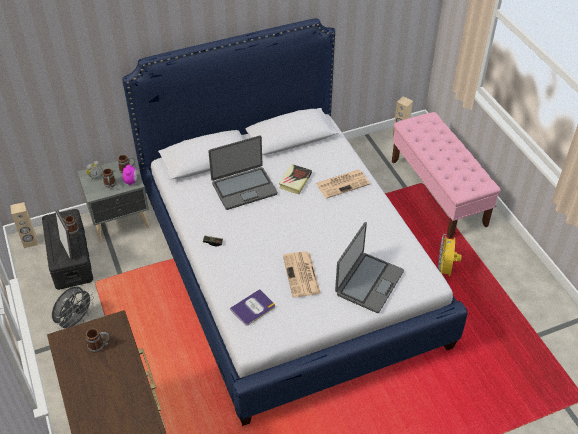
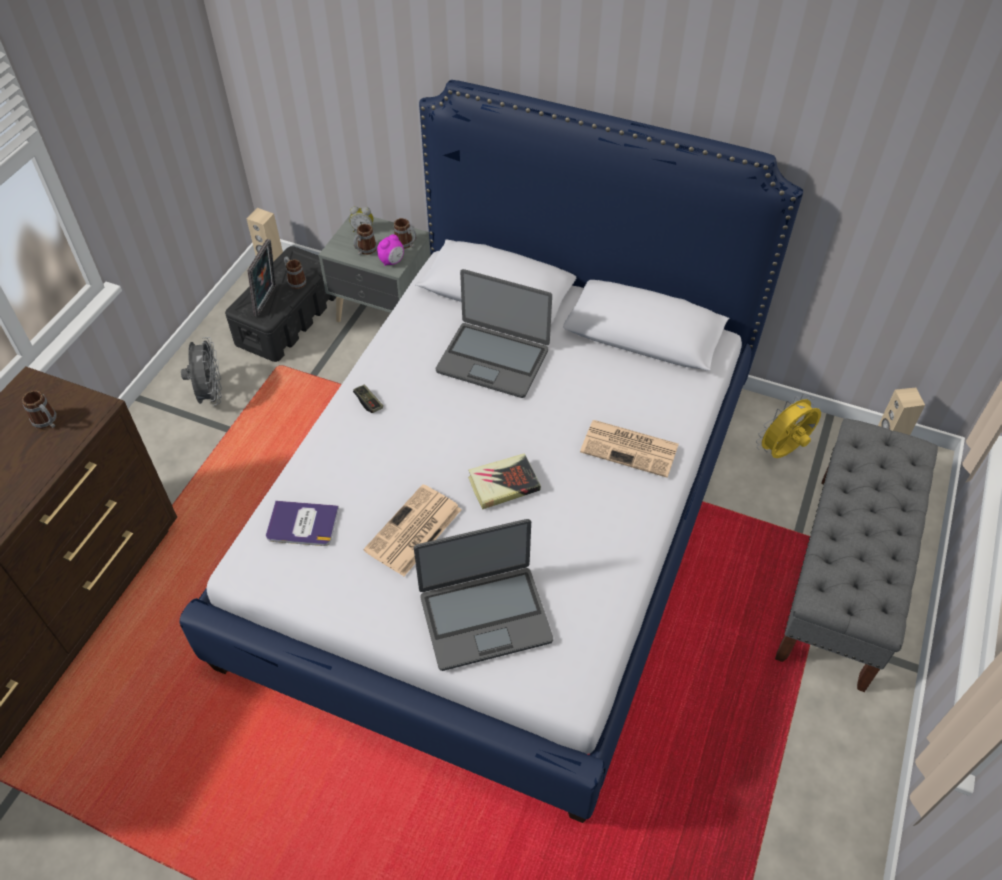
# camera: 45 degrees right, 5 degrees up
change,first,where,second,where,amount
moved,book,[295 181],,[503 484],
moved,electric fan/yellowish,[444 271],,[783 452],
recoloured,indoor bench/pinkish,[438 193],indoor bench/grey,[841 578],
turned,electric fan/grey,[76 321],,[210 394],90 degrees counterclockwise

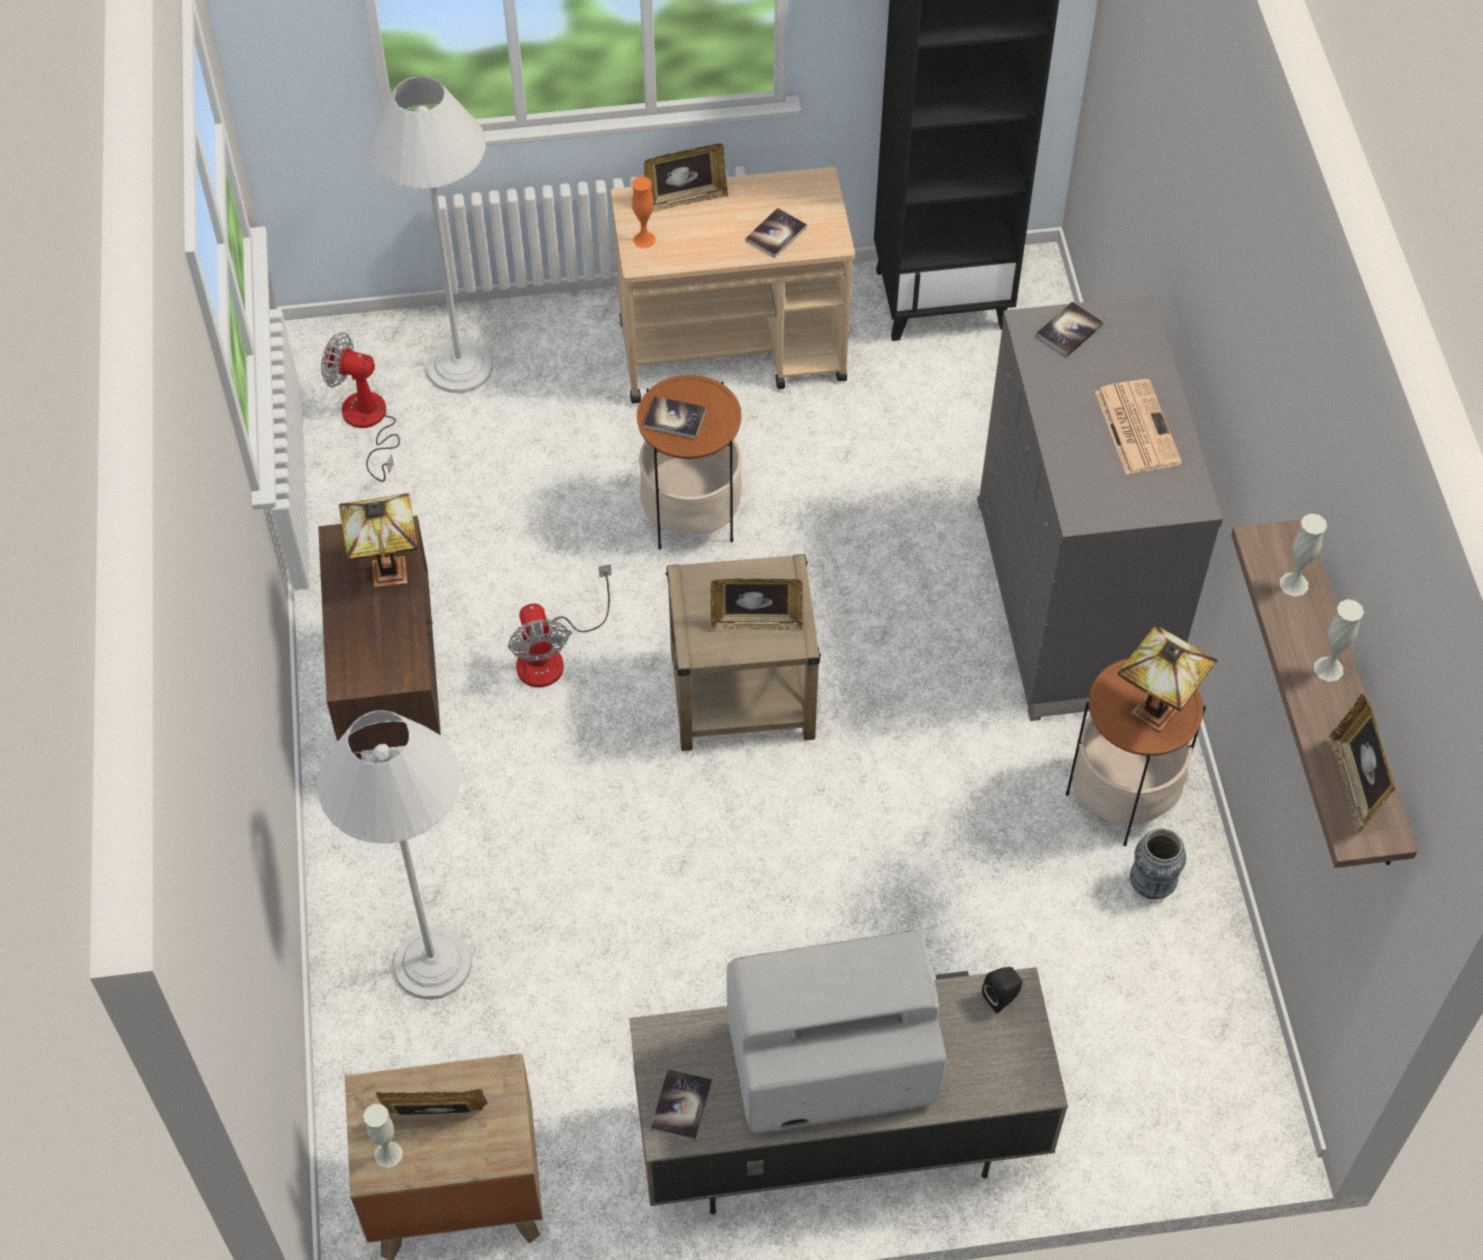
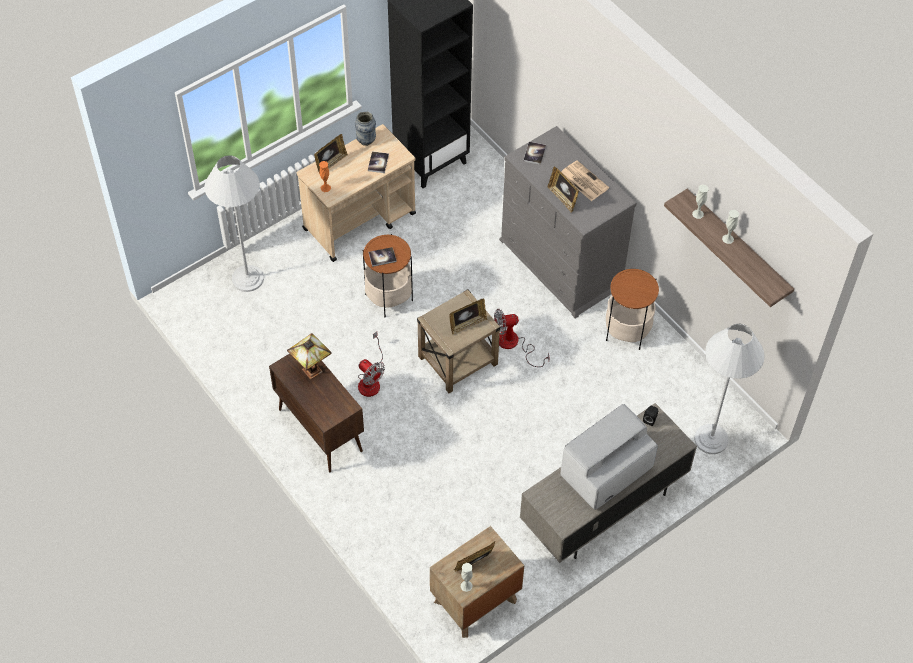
# camera: 30 degrees left, 0 degrees up
change,first,where,second,where,amount
removed,book,[681 1105],,,
removed,table lamp,[1154 709],,,
moved,standing lamp/white-coloured,[432 963],,[711 439],
moved,electric fan,[368 423],,[514 345],
moved,decorative vase,[1151 885],,[366 140],
moved,standing frame,[1354 785],,[562 198],

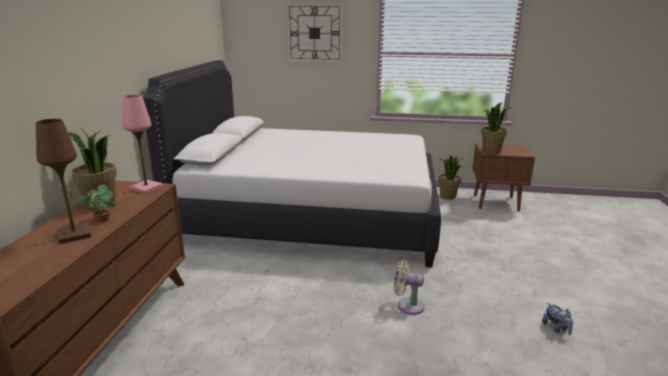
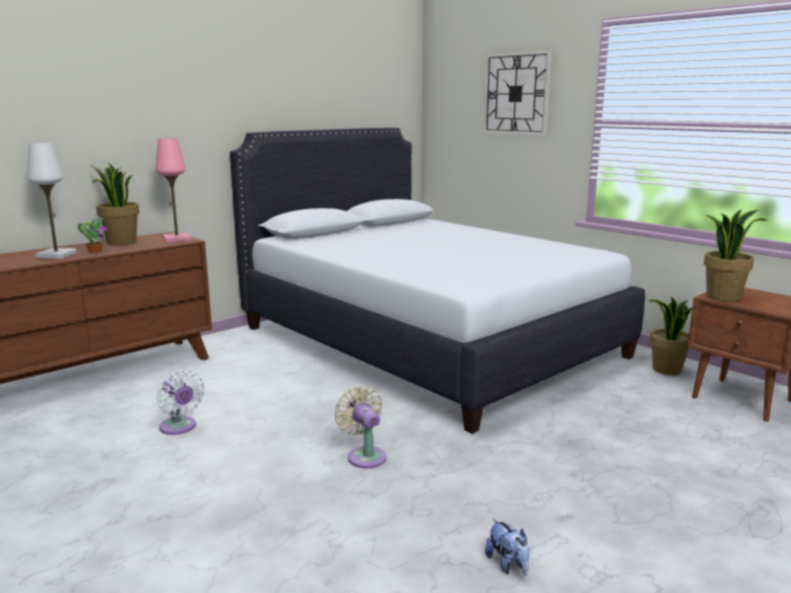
# camera: 40 degrees right, 5 degrees down
change,first,where,second,where,amount
added,,,electric fan/white-coloured,[179 428],
recoloured,table lamp/brown-coloured,[74 235],table lamp/white-coloured,[56 255],
turned,plush toy,[556 328],,[508 565],45 degrees counterclockwise

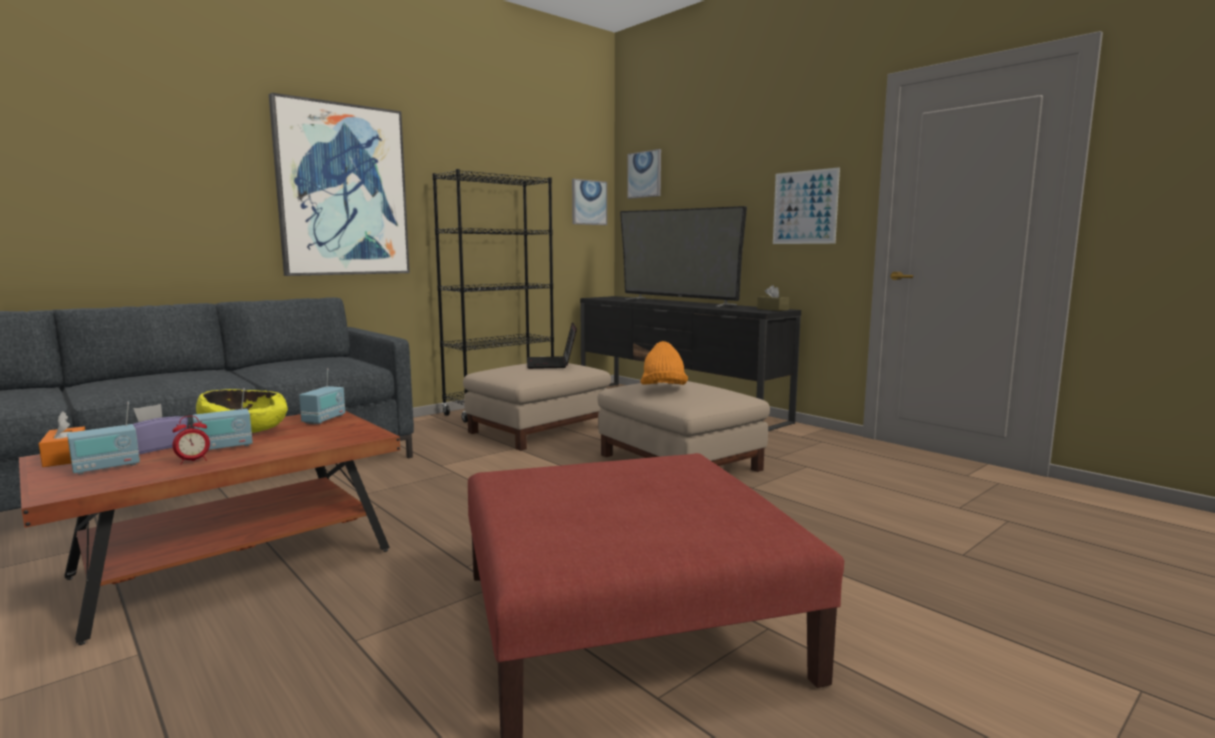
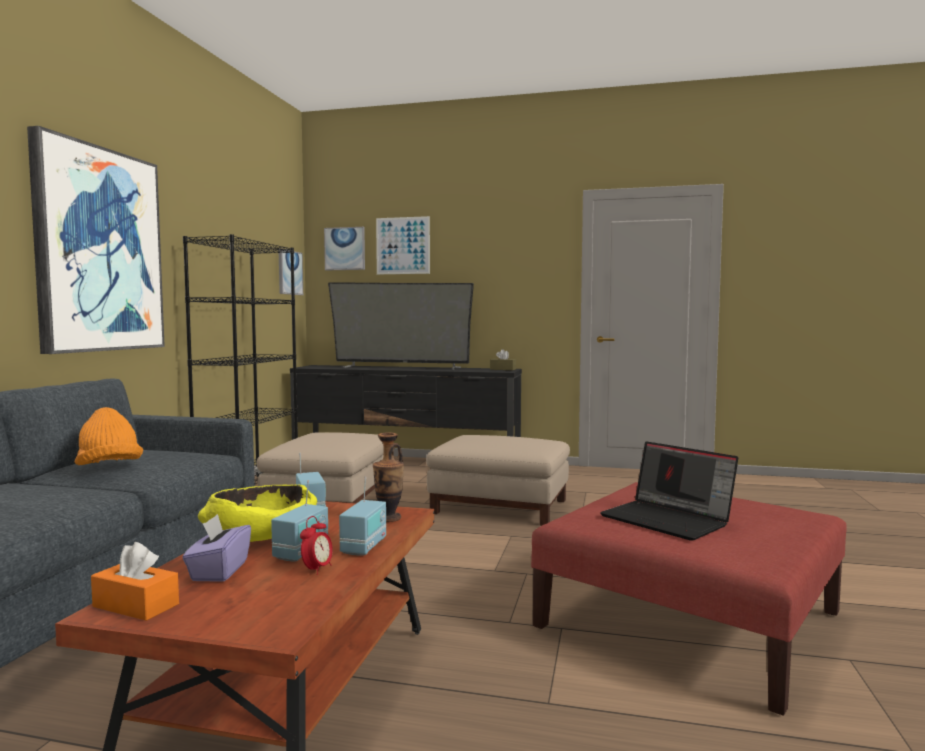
# camera: 35 degrees left, 5 degrees down
change,first,where,second,where,amount
added,,,decorative vase,[389 518],
moved,radio,[106 468],,[364 546],
moved,laptop,[552 364],,[669 520],
moved,clothing hat/orangey,[663 389],,[109 468],
moved,wall art,[804 207],,[403 245],

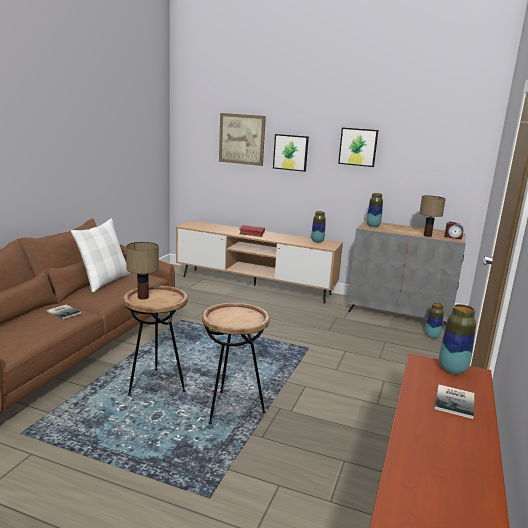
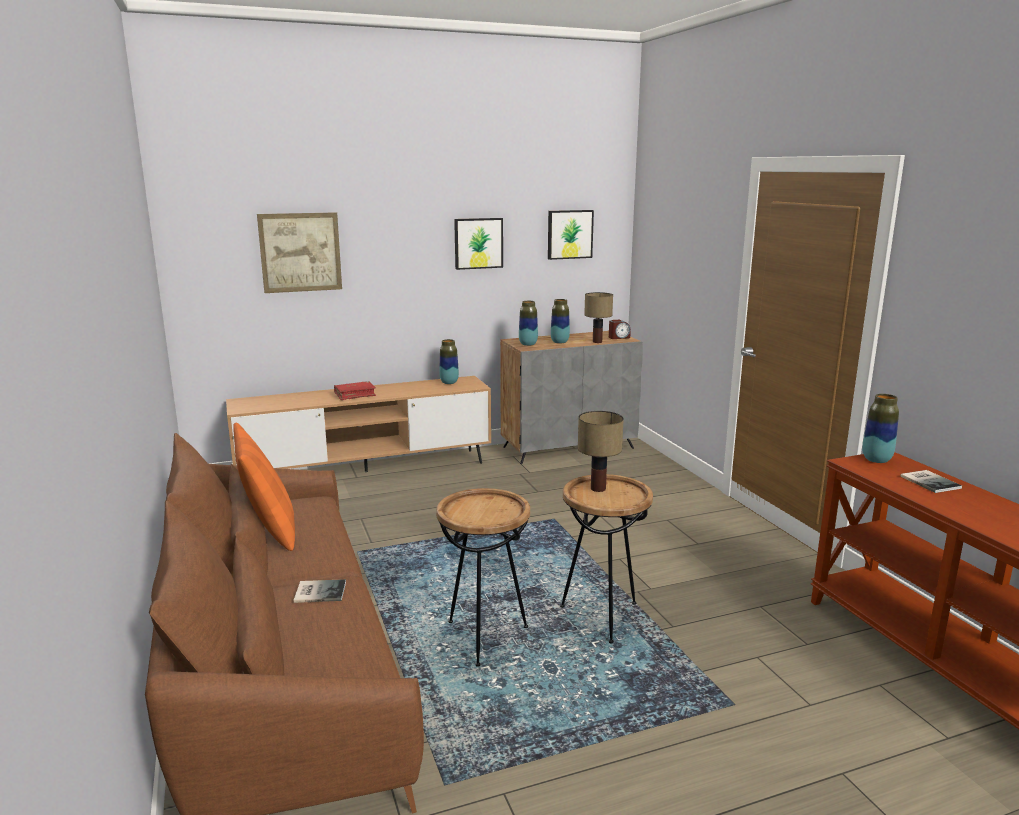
# camera: 40 degrees left, 0 degrees up
change,first,where,second,where,amount
moved,table lamp,[143 297],,[598 489],
moved,wall art,[291 152],,[569 234],
moved,decorative vase,[432 336],,[559 342],
recoloured,throw pillow/white-coloured,[104 281],throw pillow/orangey,[269 530],

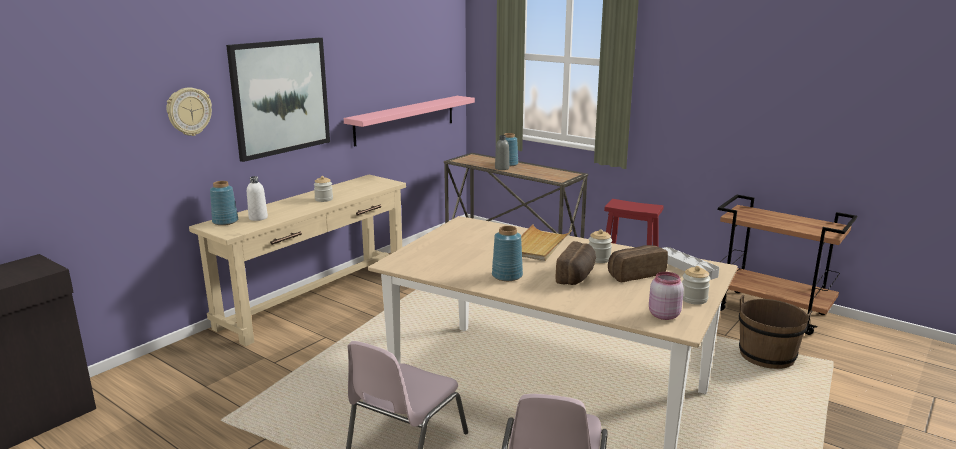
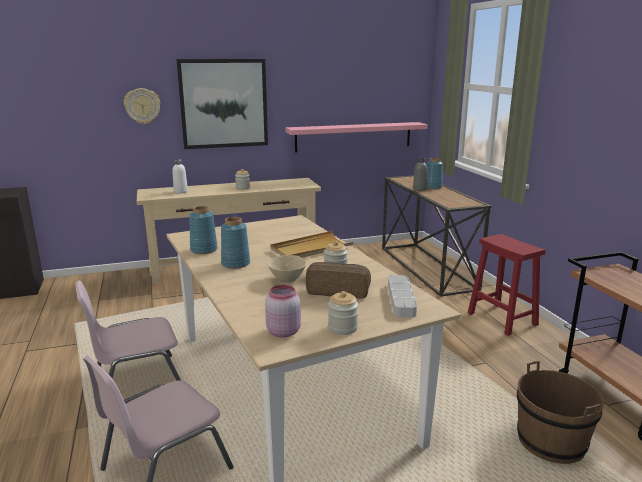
# camera: 35 degrees right, 0 degrees up
change,first,where,second,where,amount
moved,decorative vase/blue-coloured,[225 221],,[204 250],
replaced,baked bread,[577 276],serving bowl/beige,[286 279],

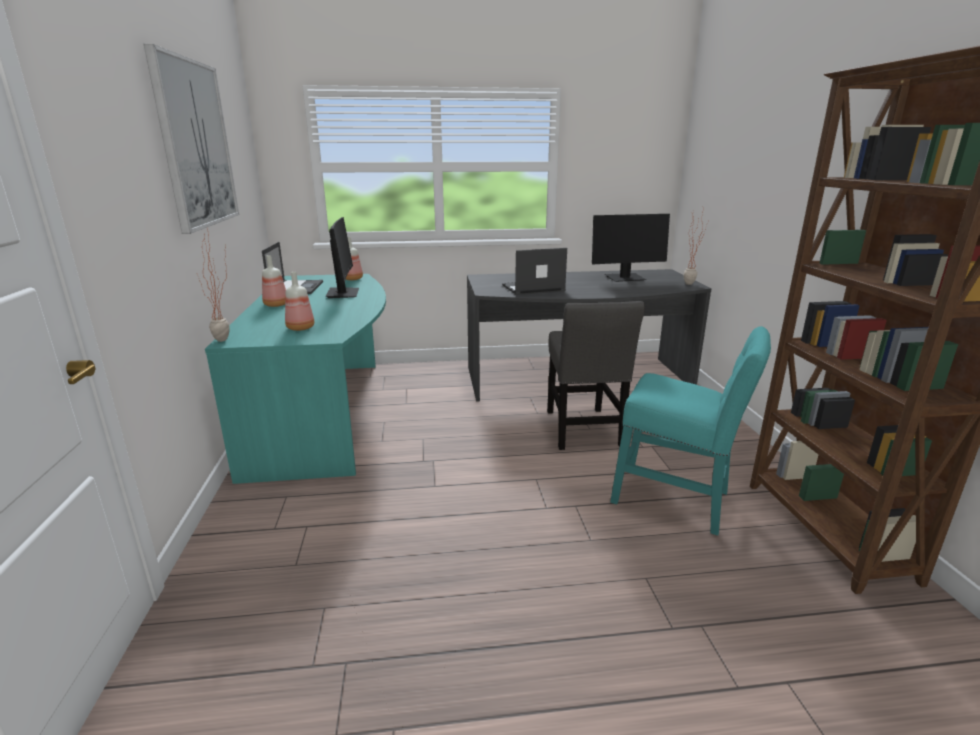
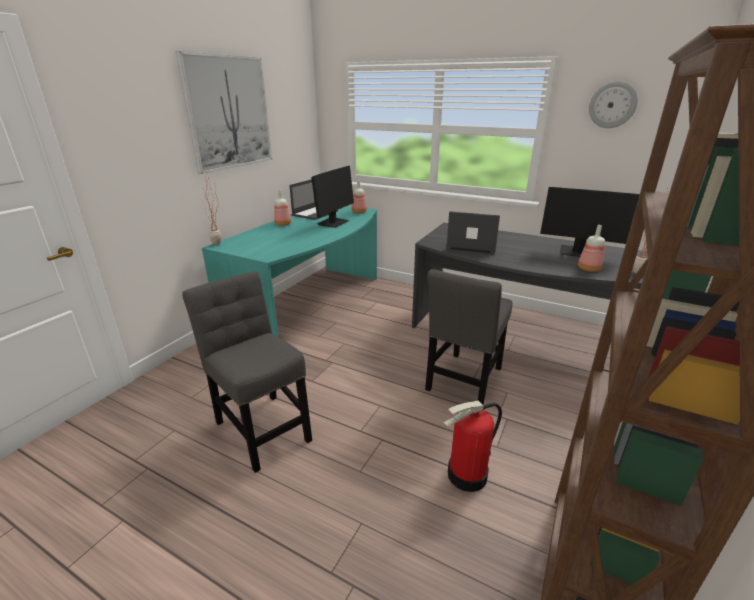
# camera: 35 degrees right, 5 degrees up
change,first,where,second,where,amount
added,,,plain chair/grey,[261 427],
added,,,clock on the wall,[612 105],
moved,drink bottle,[300 328],,[588 269],
replaced,plain chair/blue-green,[677 500],extinguisher,[467 475],

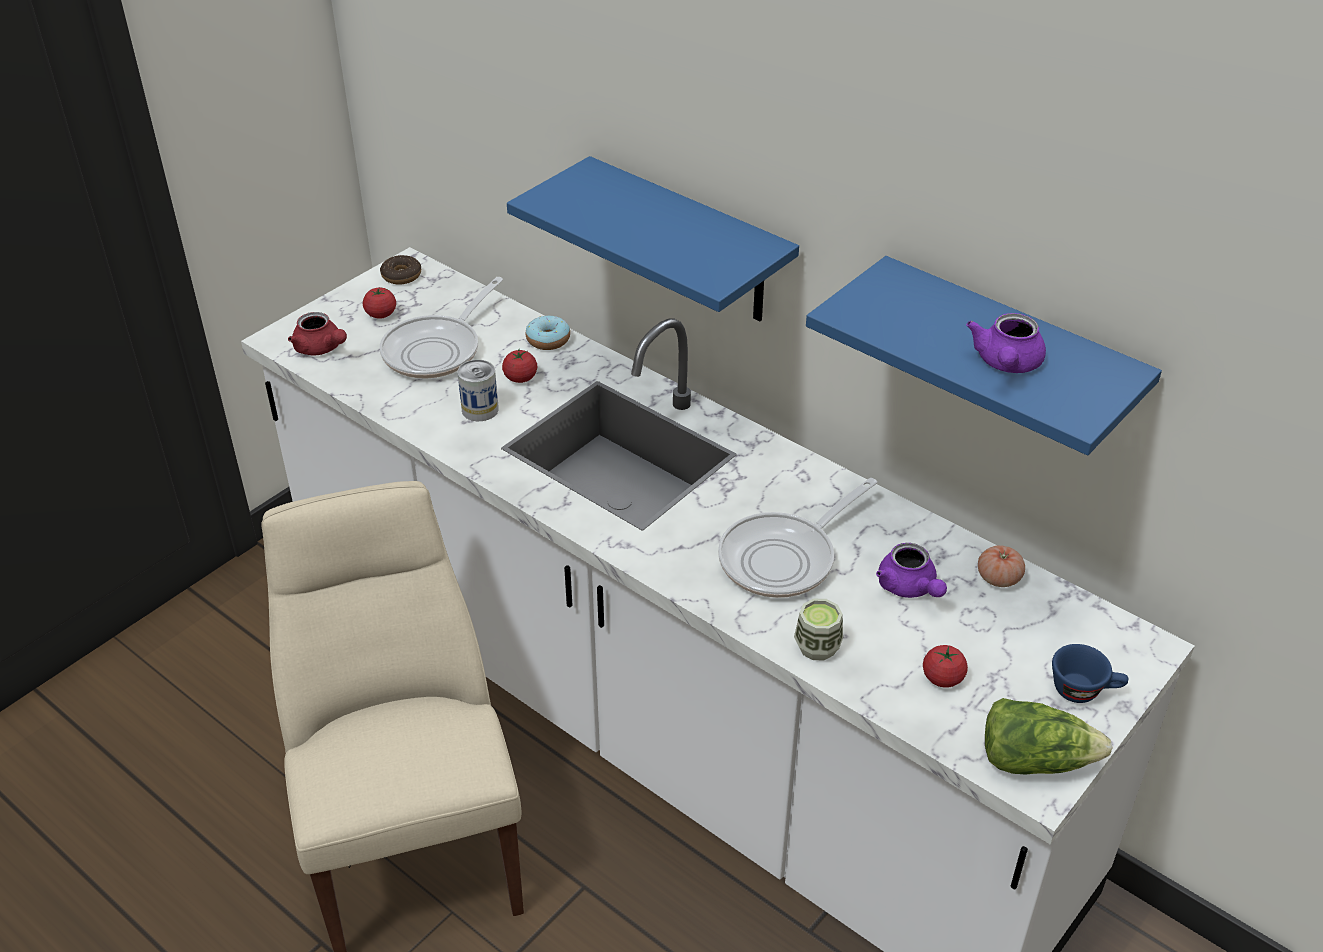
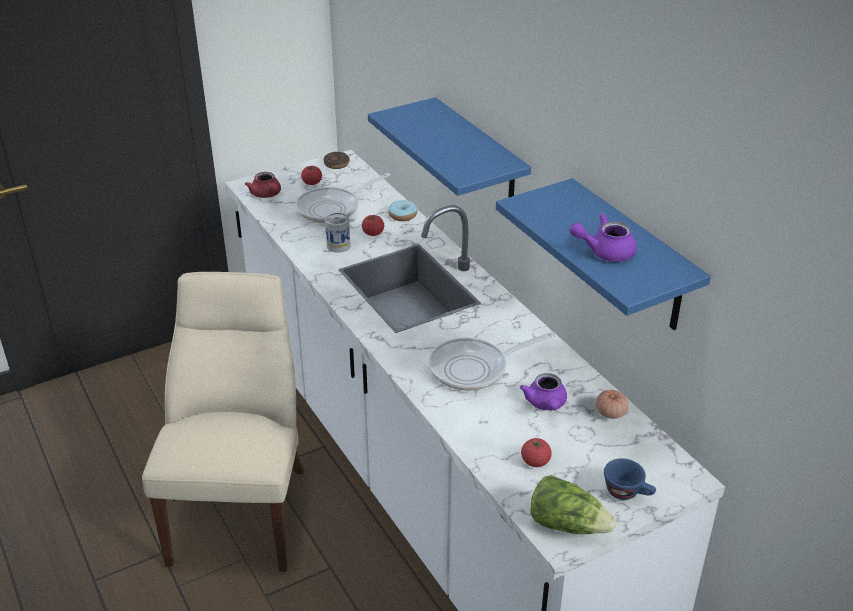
# camera: 20 degrees right, 5 degrees down
change,first,where,second,where,amount
removed,cup,[817 647],,,
turned,pot for tea/purple-coloured,[1006 364],,[604 252],45 degrees clockwise

